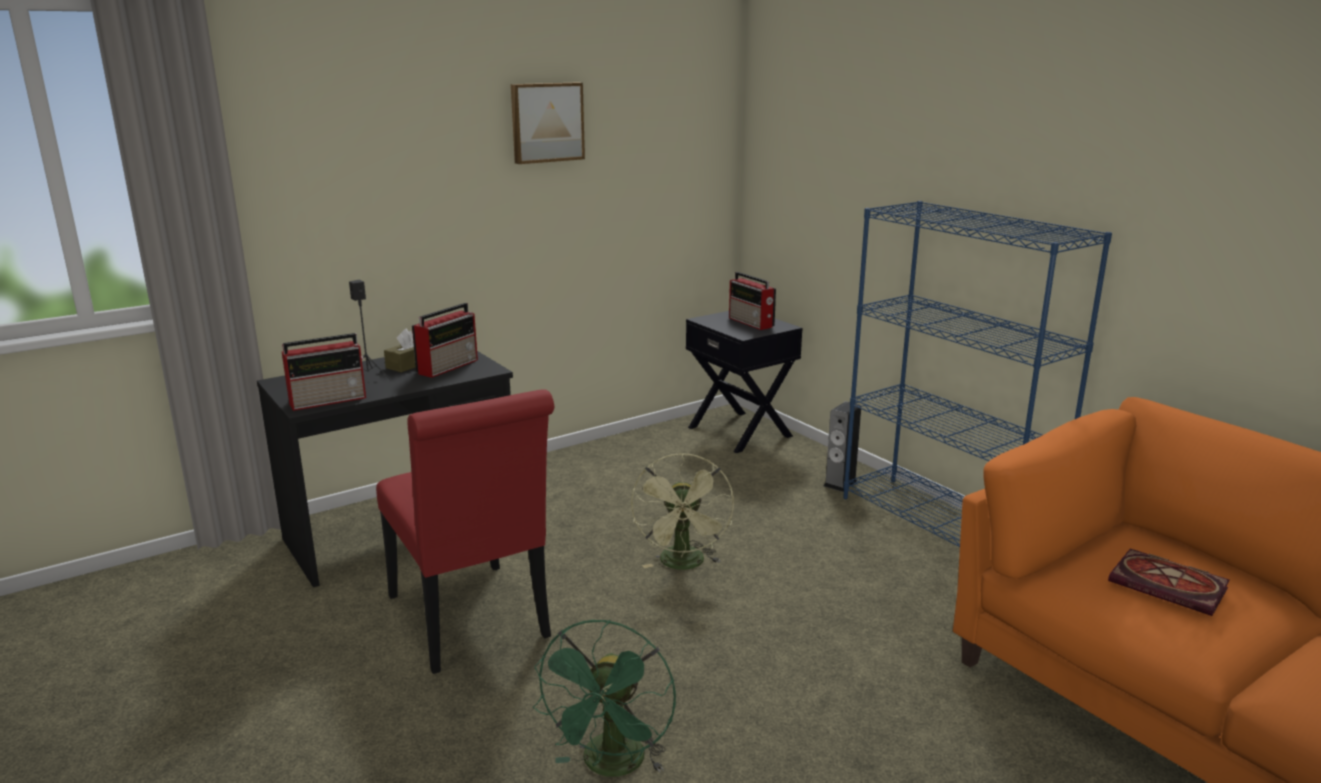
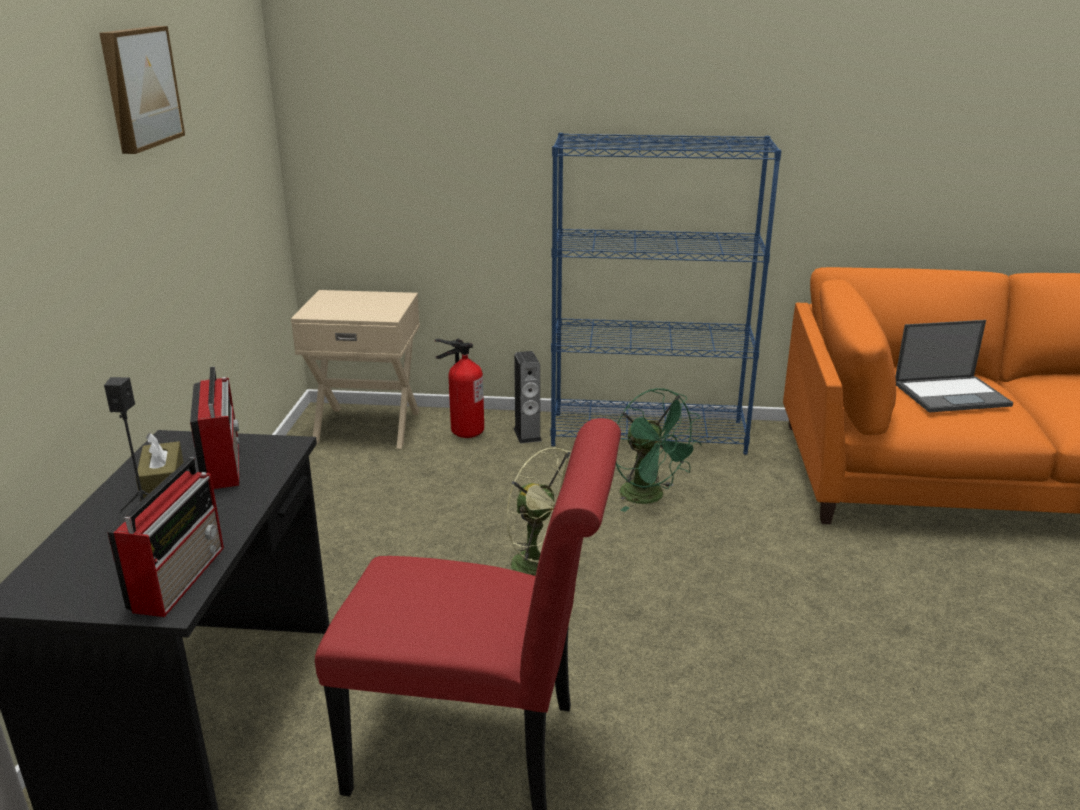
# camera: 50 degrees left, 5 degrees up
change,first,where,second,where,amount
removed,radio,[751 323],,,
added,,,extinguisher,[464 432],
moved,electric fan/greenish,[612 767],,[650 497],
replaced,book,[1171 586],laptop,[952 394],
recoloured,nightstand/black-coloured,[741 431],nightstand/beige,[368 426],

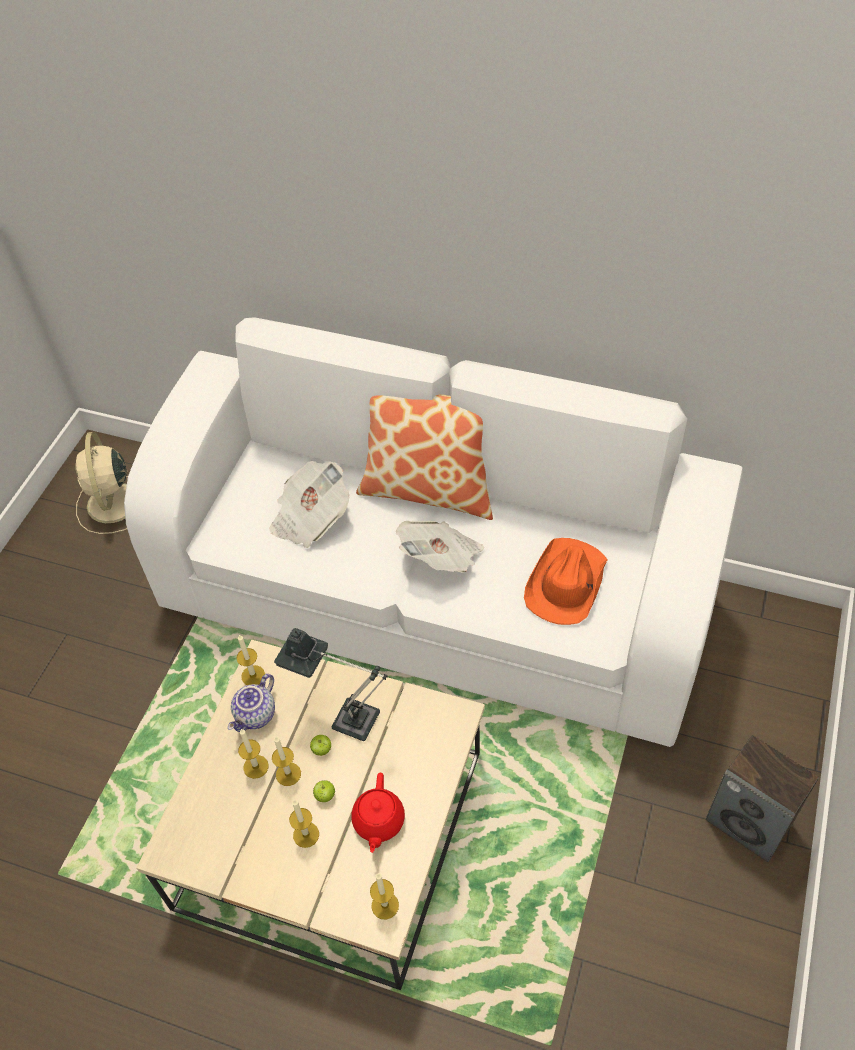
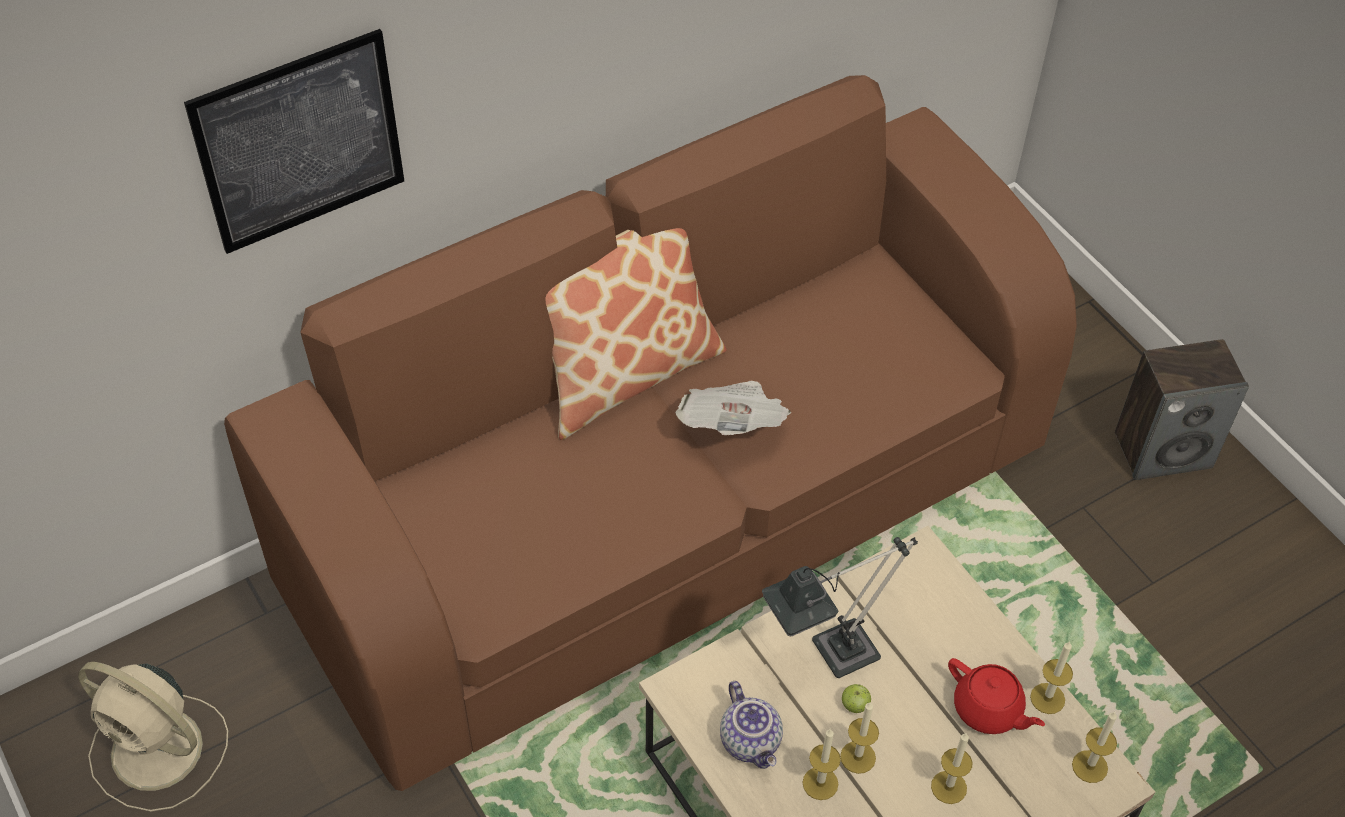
# camera: 55 degrees left, 0 degrees up
change,first,where,second,where,amount
removed,daily paper,[310 518],,,
removed,apple fruit,[325 796],,,
removed,clothing hat/orangey,[565 583],,,
added,,,wall art,[300 142],
moved,wax candle,[253 675],,[1047 698],
recoloured,settee/white-coloured,[433 598],settee/brown-coloured,[671 512],

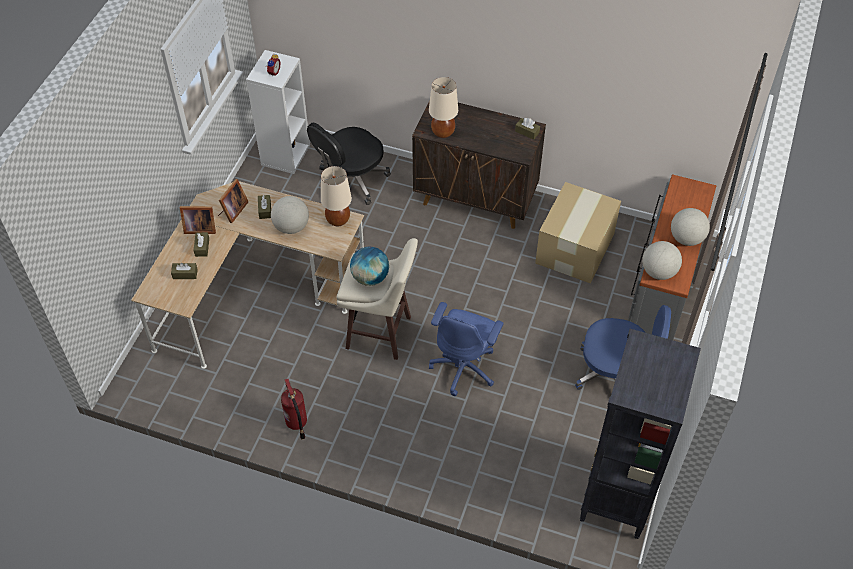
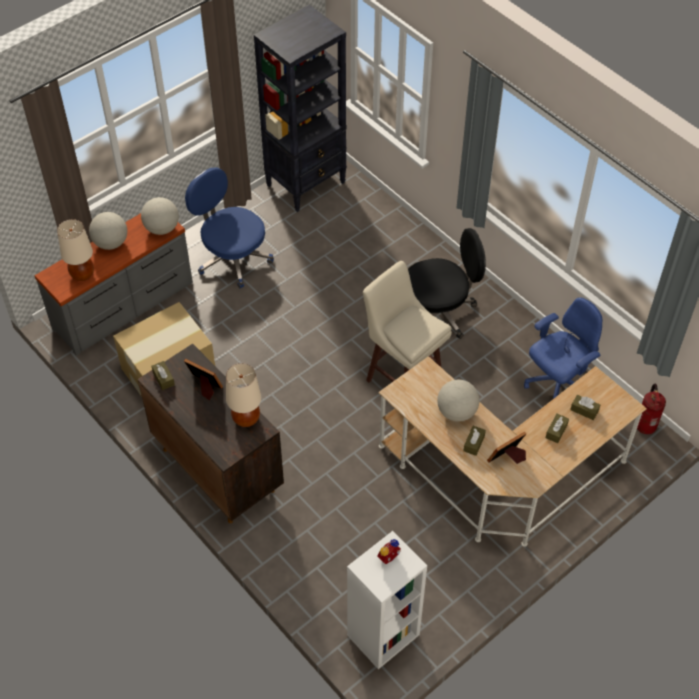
# camera: 150 degrees left, 0 degrees up
change,first,where,second,where,amount
removed,world globe,[370 277],,,
moved,standing frame,[199 228],,[204 386],
moved,extinguisher,[296 423],,[645 425],
moved,office chair/black-coloured,[351 181],,[438 311],
moved,table lamp/beige,[337 220],,[83 274],
moved,office chair/blue-coloured,[464 367],,[557 385],

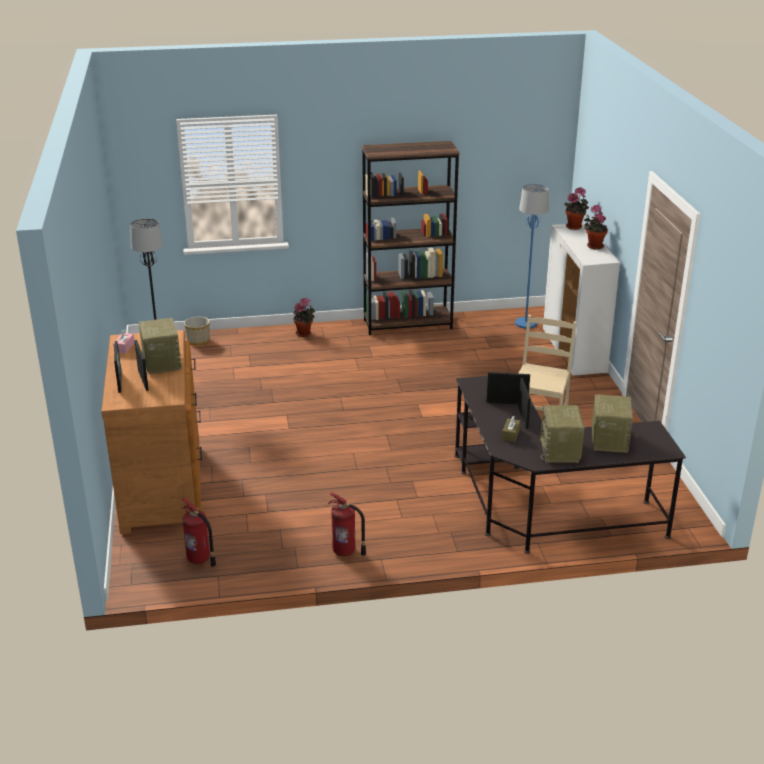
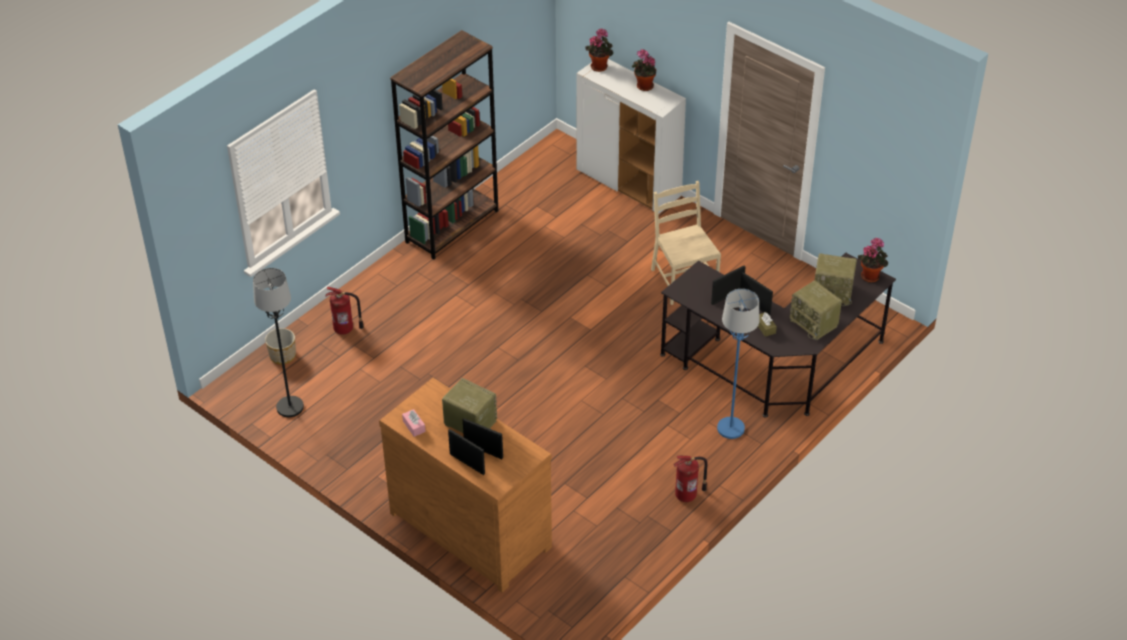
# camera: 40 degrees left, 15 degrees up
change,first,where,second,where,amount
moved,extinguisher,[199 559],,[345 329],
moved,plant in a pot,[305 333],,[871 275],
moved,standing lamp/blue-coloured,[526 323],,[731 428],
turned,radio,[609 439],,[833 292],135 degrees clockwise

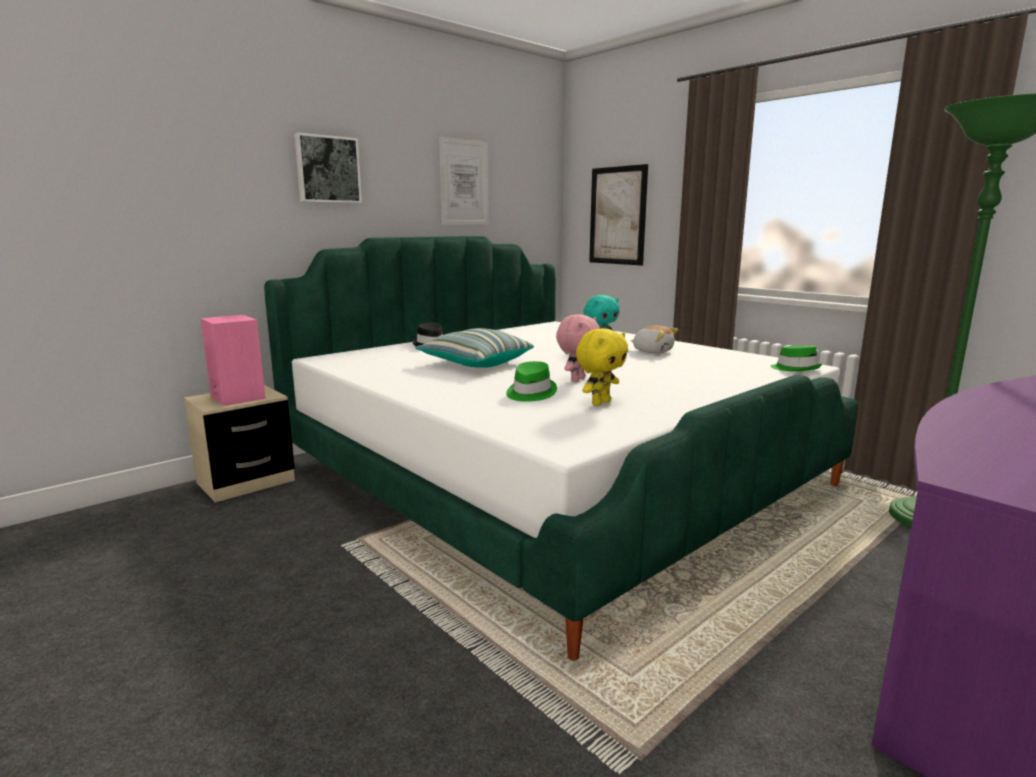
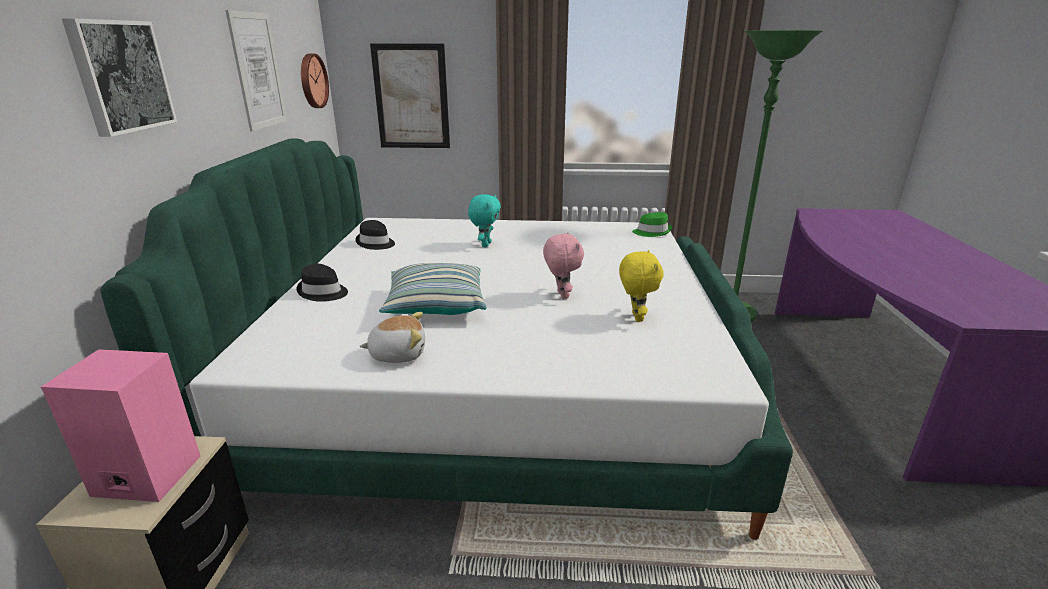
# camera: 45 degrees left, 10 degrees up
change,first,where,second,where,amount
removed,clothing hat/greenish,[530 393],,,
added,,,clock on the wall,[312 81],
added,,,clothing hat/black-coloured,[375 243],
moved,plush toy,[653 351],,[398 354],

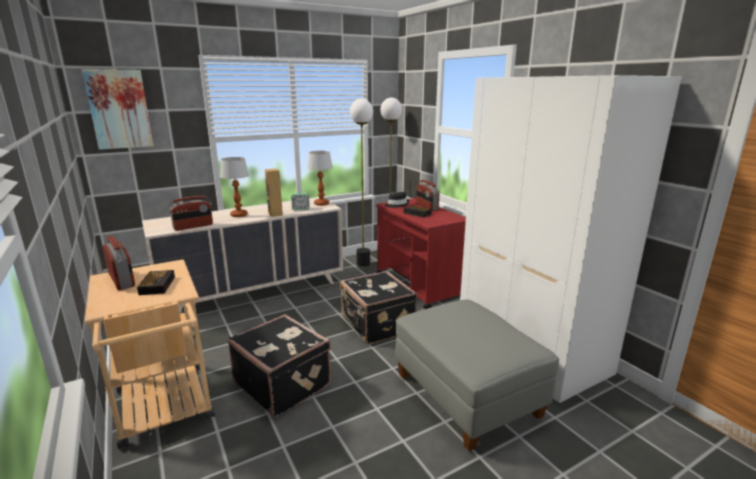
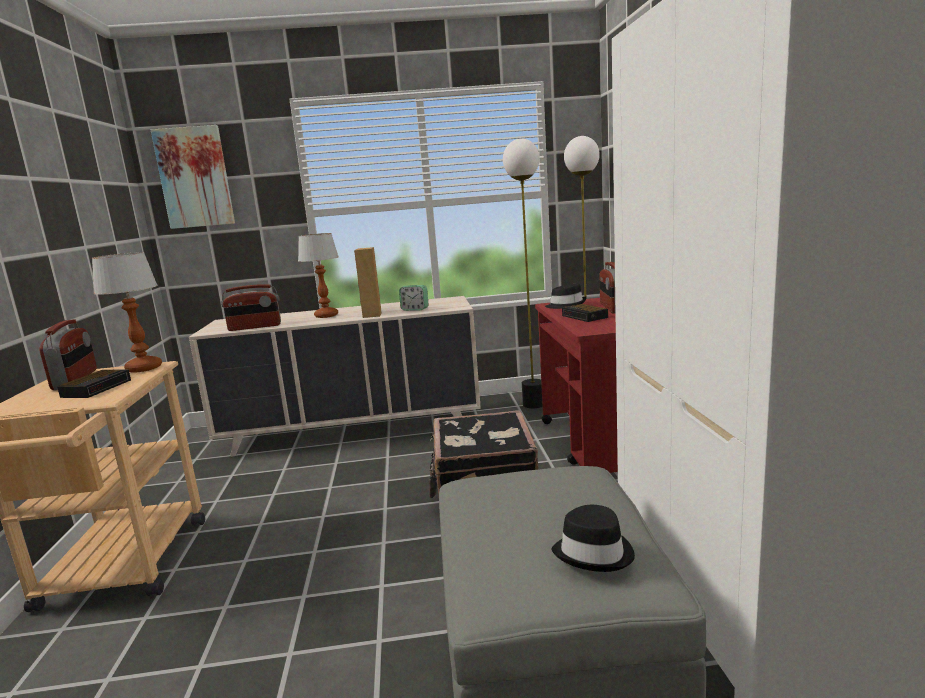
# camera: 25 degrees right, 5 degrees down
change,first,where,second,where,amount
removed,piece of luggage/black-coloured,[283 383],,,
added,,,clothing hat/black-coloured,[595 553],
moved,table lamp,[321 204],,[144 368],

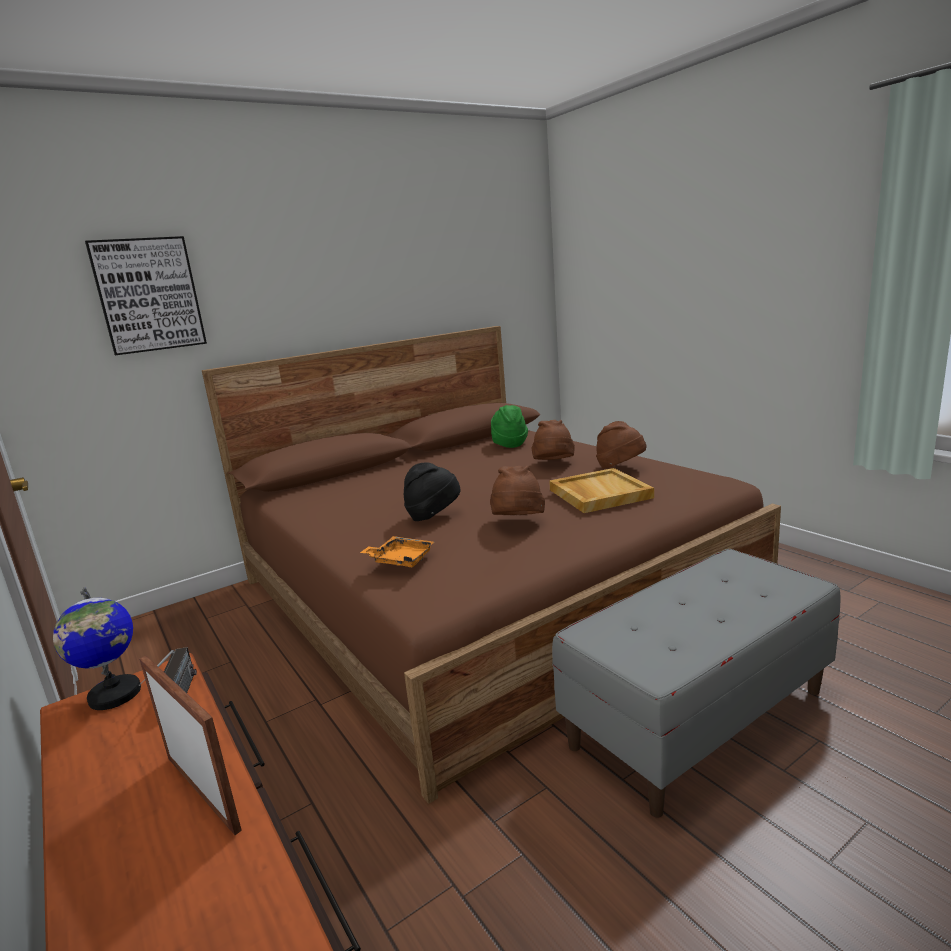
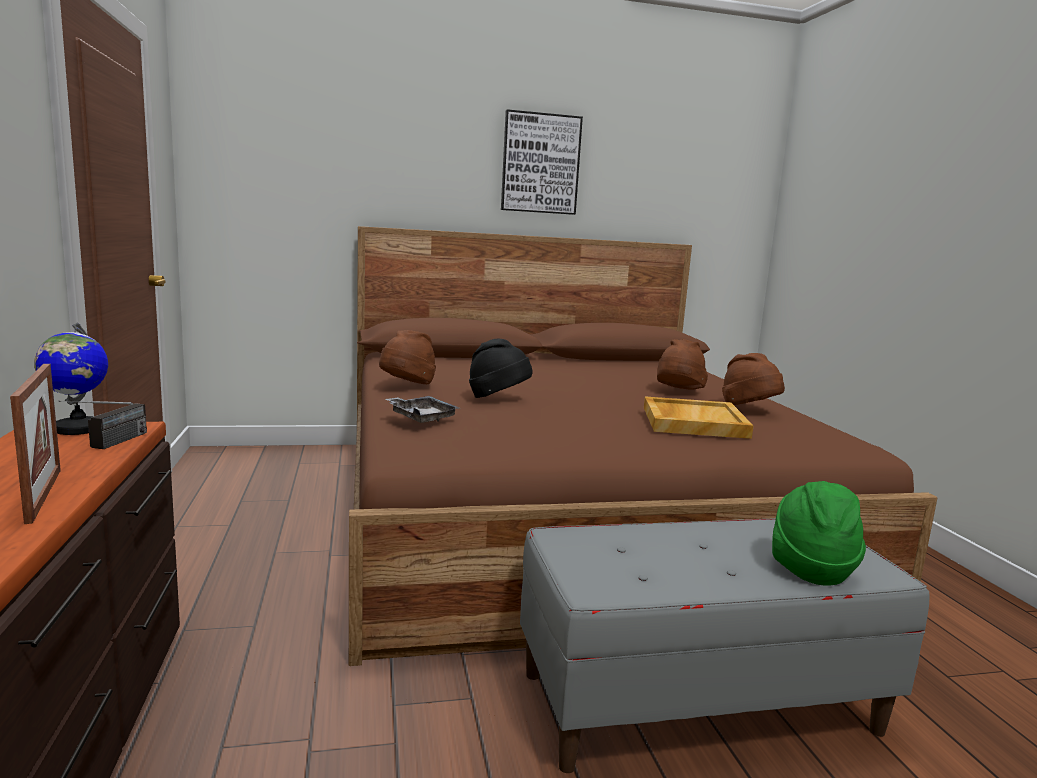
# camera: 20 degrees right, 5 degrees down
change,first,where,second,where,amount
moved,wall art,[148 295],,[540 163],
moved,clothing hat/brown-coloured,[518 522],,[407 386],
moved,clothing hat/greenish,[509 444],,[810 568],
recoloured,serving tray/orangey,[400 559],serving tray/grey,[421 417],

